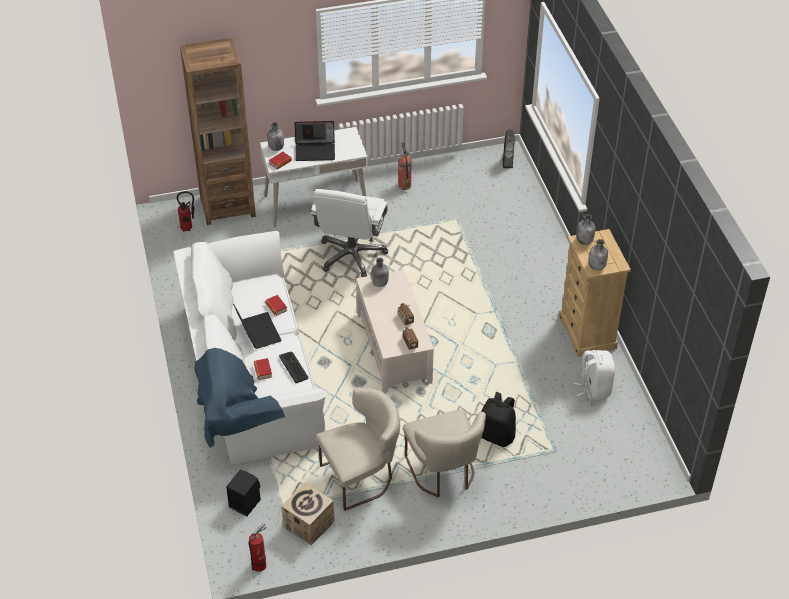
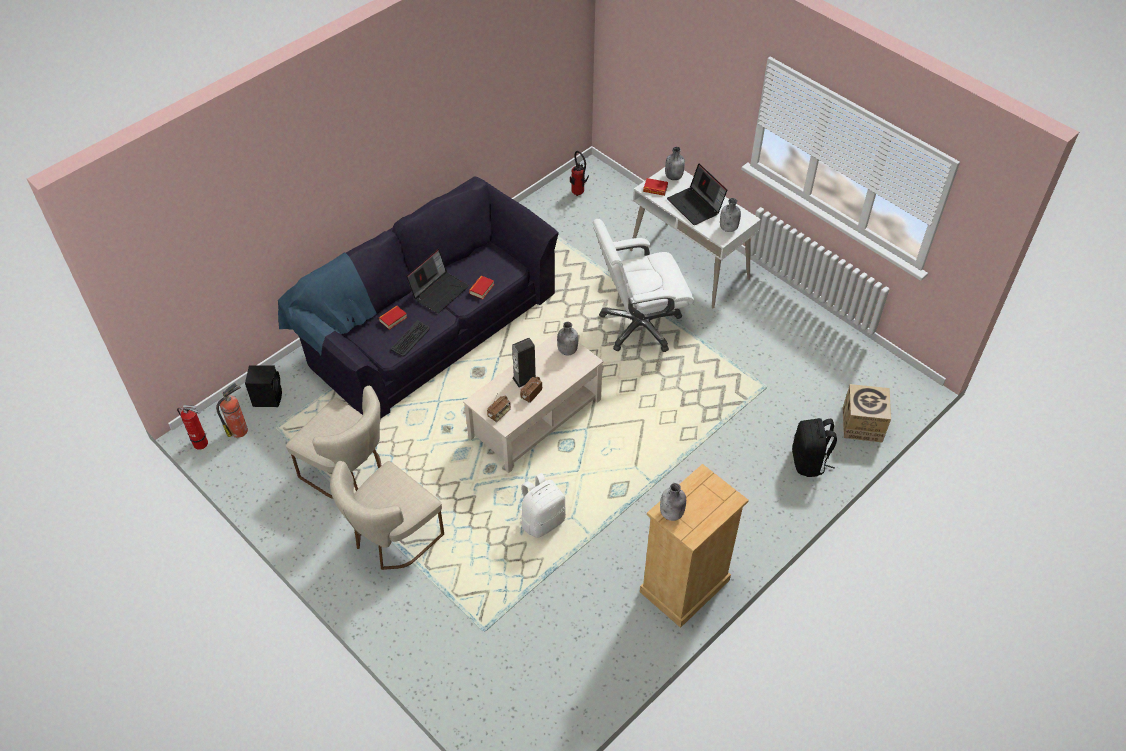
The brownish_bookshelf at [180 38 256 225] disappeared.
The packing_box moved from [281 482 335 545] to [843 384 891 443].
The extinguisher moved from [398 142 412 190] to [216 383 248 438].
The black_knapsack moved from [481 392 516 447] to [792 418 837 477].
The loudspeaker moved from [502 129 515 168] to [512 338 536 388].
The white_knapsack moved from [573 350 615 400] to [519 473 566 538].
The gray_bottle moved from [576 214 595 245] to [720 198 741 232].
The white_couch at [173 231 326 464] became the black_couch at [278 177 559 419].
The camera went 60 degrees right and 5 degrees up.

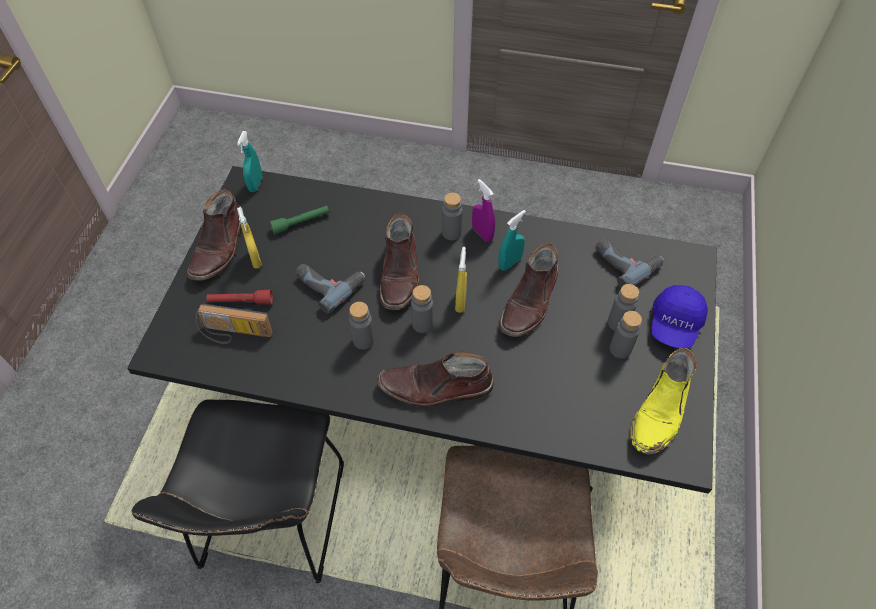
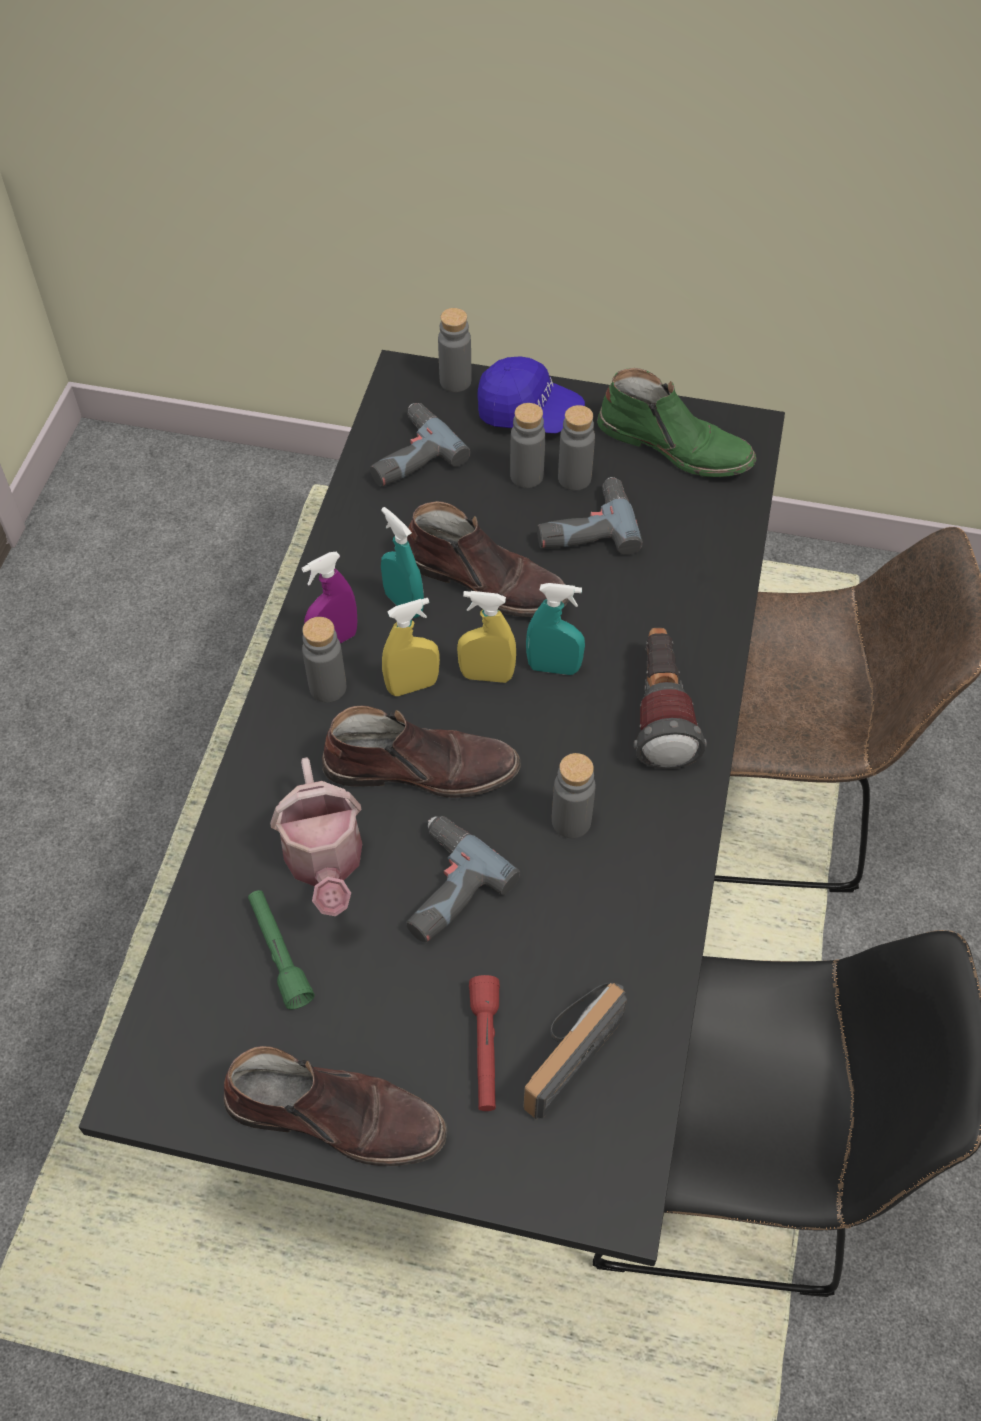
The sprinkling_can at [270 757 362 916] appeared.
The electric_drill at [537 477 643 555] appeared.
The blue-green_spray_bottle moved from [237 131 262 192] to [526 583 585 675].
The yellowish_spray_bottle moved from [237 207 262 269] to [382 598 440 696].
The gray_bottle moved from [411 285 433 333] to [438 308 471 392].
The brownish_high-top_boot at [377 352 494 407] was replaced by the flashlight at [634 628 707 769].
The yellowish_high-top_boot at [630 348 697 455] became the greenish_high-top_boot at [597 368 757 477].
The radio_set at [196 304 273 344] turned 150 degrees counterclockwise.
The camera went 90 degrees left and 0 degrees up.

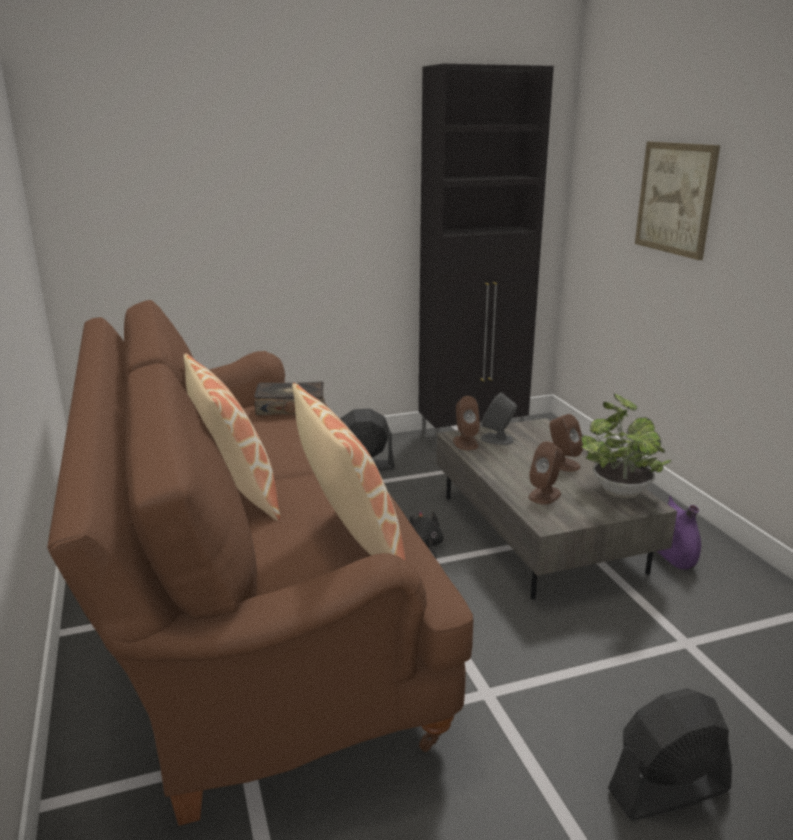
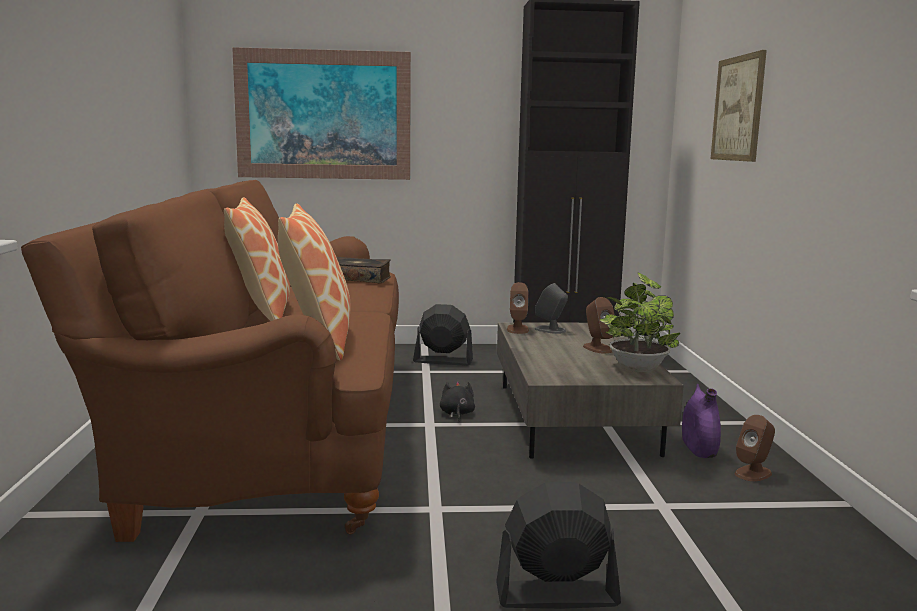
The wall_picture at [232 47 411 180] appeared.
The brownish_loudspeaker moved from [529 441 563 504] to [735 415 775 482].
The camera went 15 degrees right and 10 degrees down.

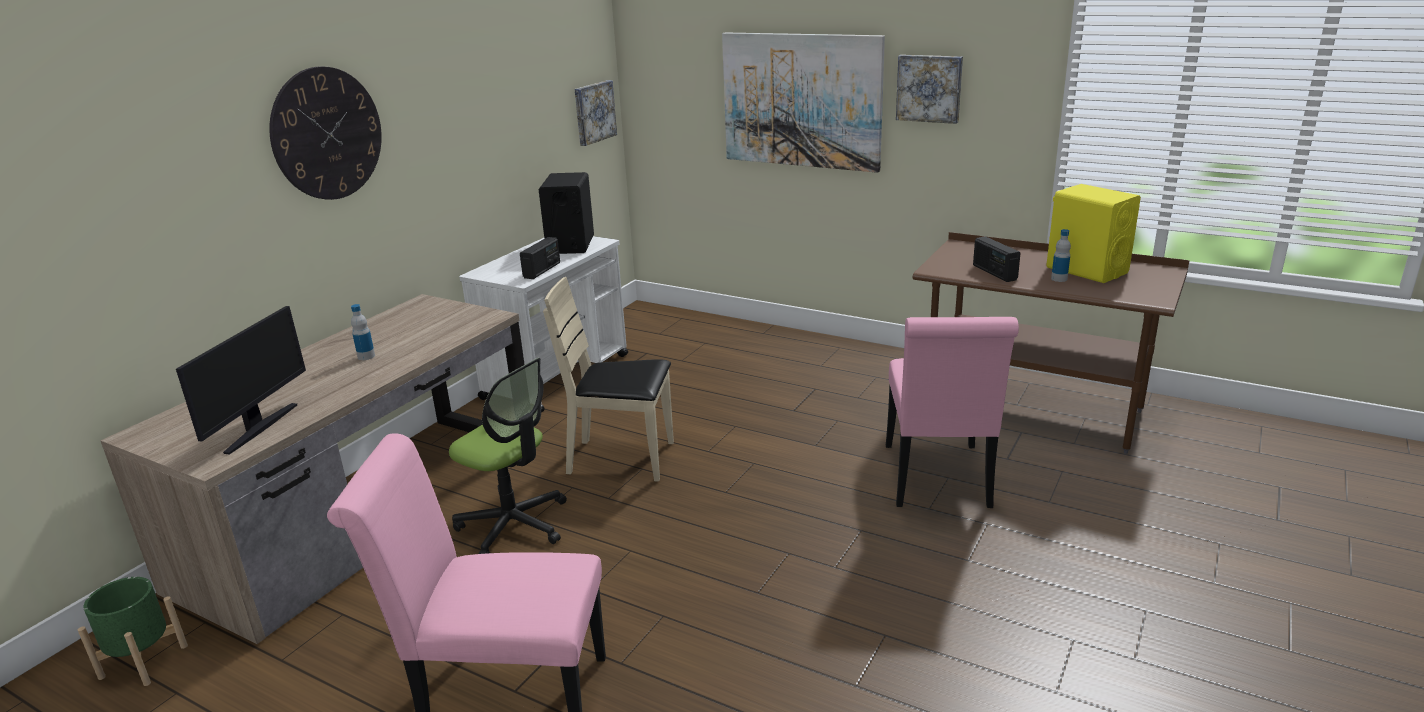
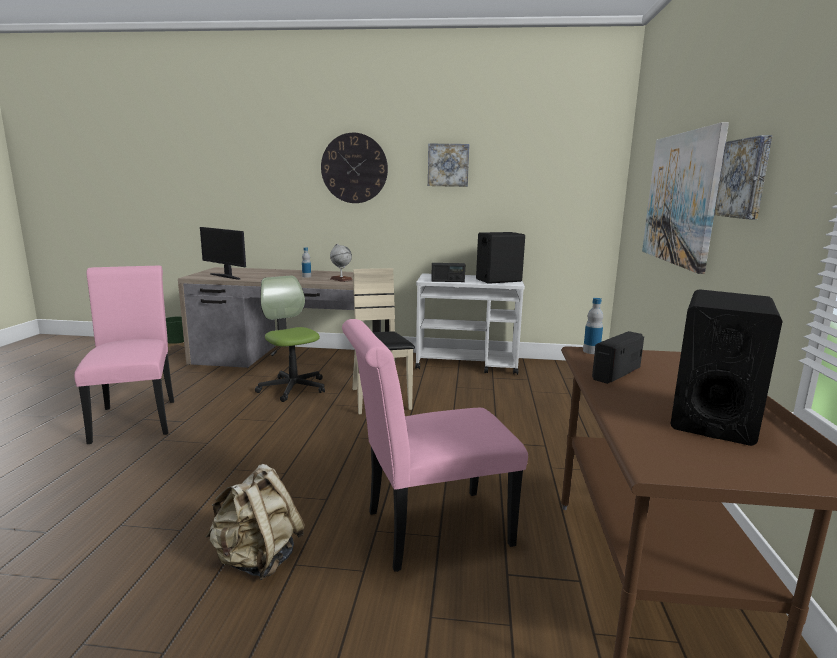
The sand-coloured_knapsack at [206 464 305 580] appeared.
The desk_globe at [330 244 353 282] appeared.
The wall_picture moved from [575 80 617 146] to [428 144 469 187].
The bottle moved from [1051 229 1071 282] to [583 298 603 354].
The yellowish_loudspeaker at [1046 184 1141 283] became the black_loudspeaker at [670 289 783 446].
The computer_display at [176 306 306 455] turned 45 degrees clockwise.
The computer_chair at [449 358 567 554] turned 135 degrees clockwise.
The camera went 65 degrees right and 10 degrees down.

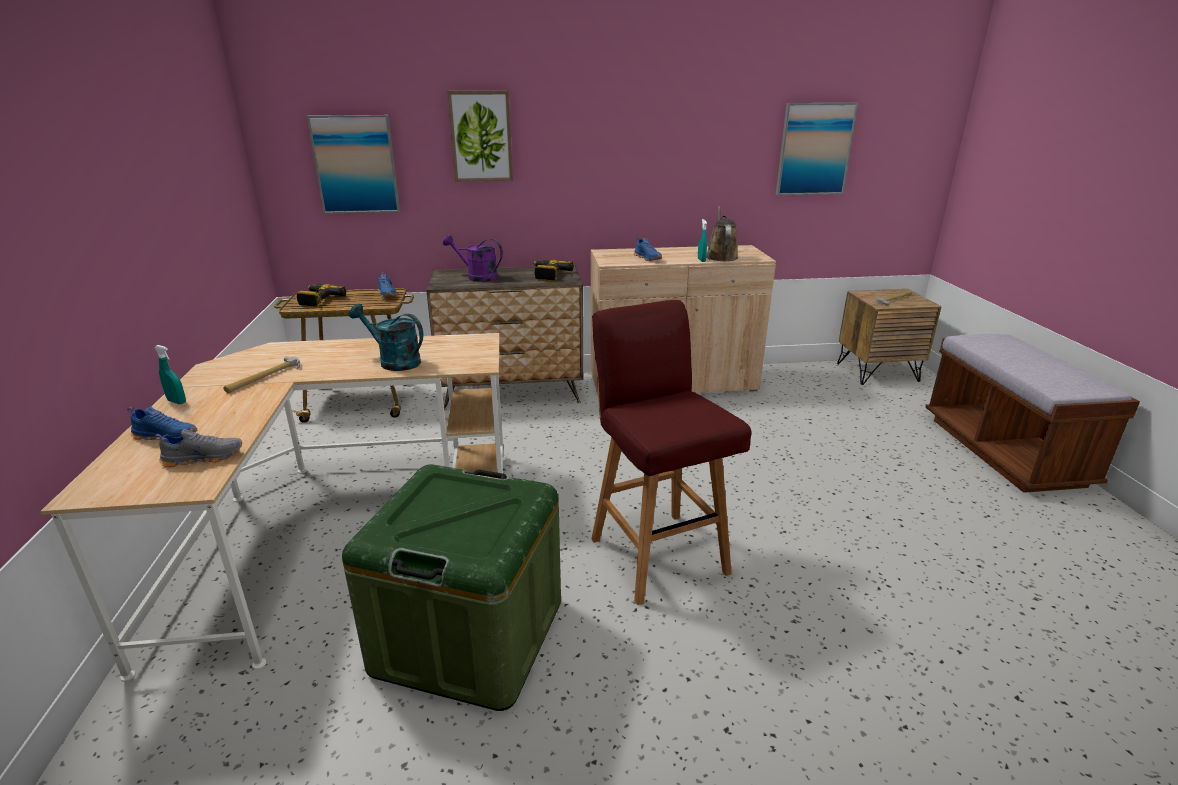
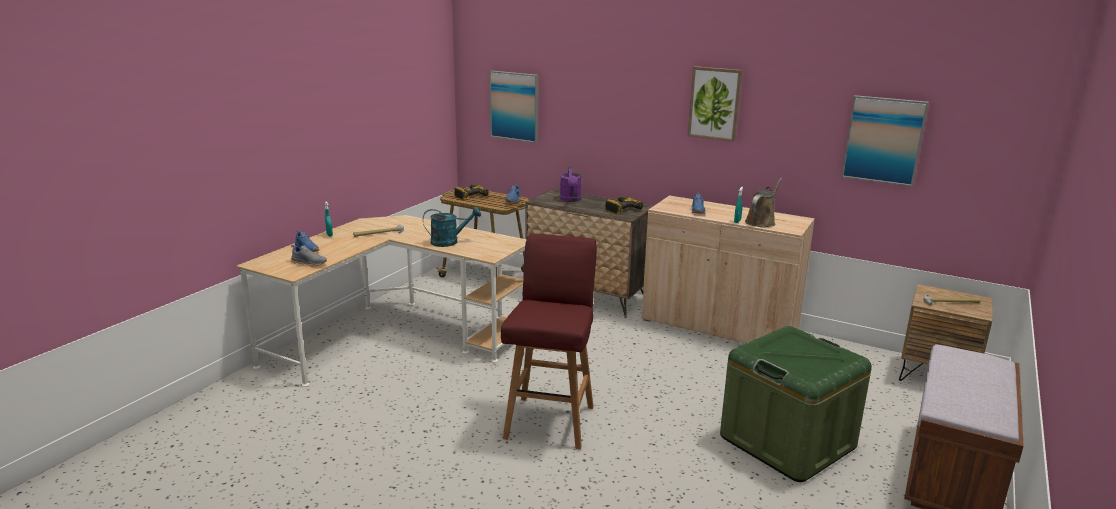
The greenish_storage_box moved from [342 464 561 711] to [720 326 872 482].
The wall_picture moved from [447 90 513 182] to [688 66 742 142].
The blue-green_sprinkling_can at [349 304 423 371] turned 105 degrees clockwise.
The purple_sprinkling_can at [443 234 503 282] turned 150 degrees counterclockwise.
The camera went 35 degrees right and 5 degrees down.

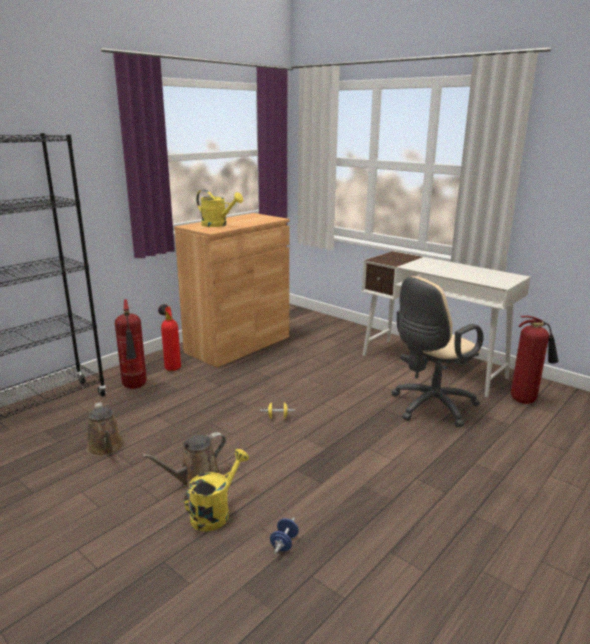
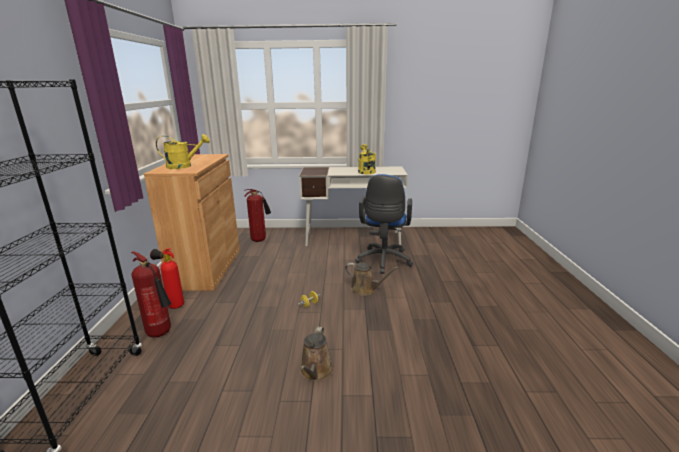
The bluish_free_weight at [270 517 299 554] disappeared.
The brownish_sprinkling_can moved from [86 402 125 457] to [345 263 399 296].
The yellowish_sprinkling_can moved from [184 449 249 532] to [358 144 376 174].
The extinguisher moved from [511 316 558 404] to [245 189 271 242].
The sand-coloured_computer_chair at [391 276 484 427] became the bluish_computer_chair at [355 174 413 274].
The camera went 40 degrees left and 0 degrees up.

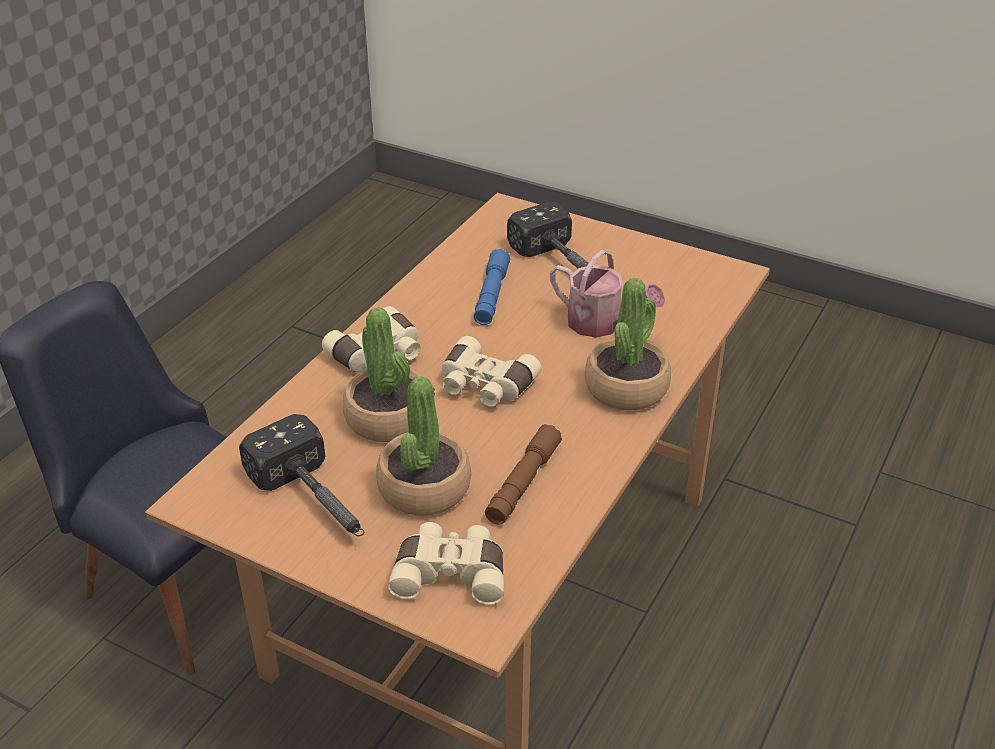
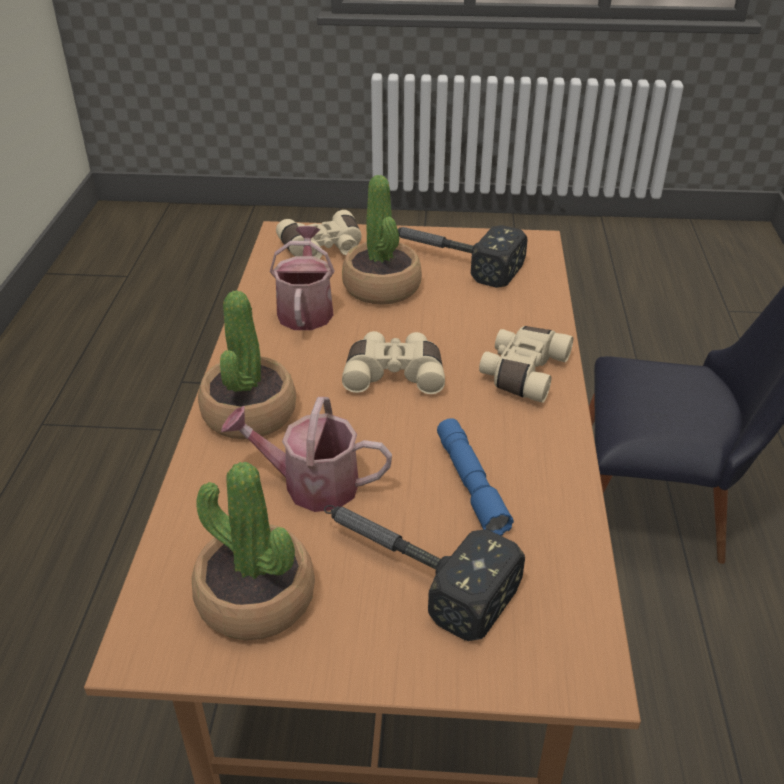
The potted_plant moved from [343 307 421 442] to [192 462 315 640].
The brownish_flashlight at [485 424 562 525] was replaced by the sprinkling_can at [270 226 334 330].
The camera went 155 degrees right and 0 degrees up.

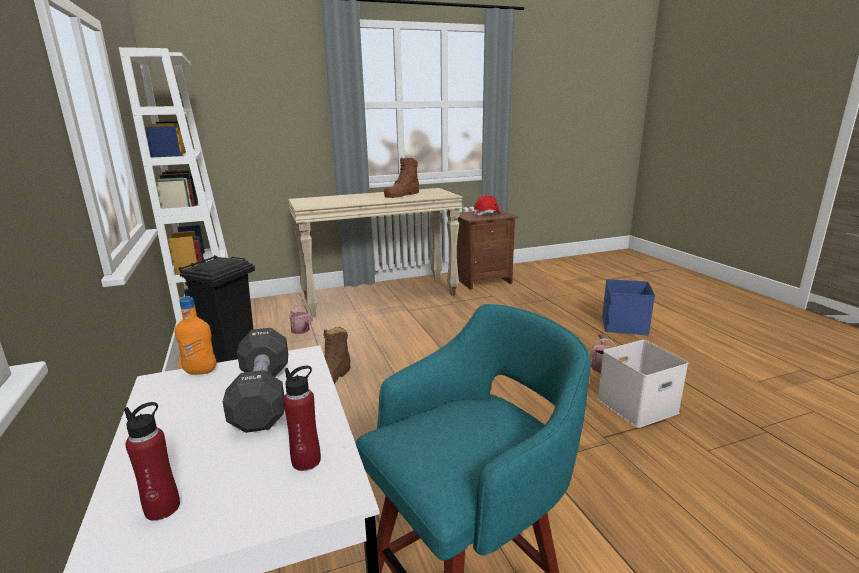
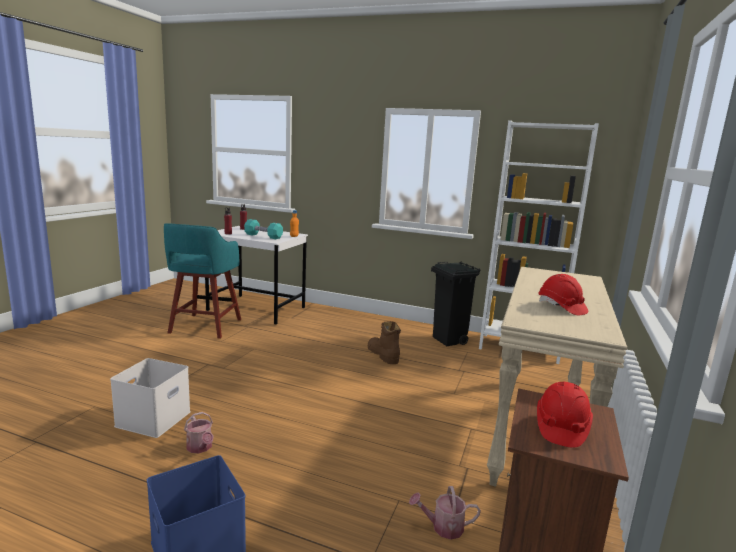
The sprinkling_can moved from [289 305 313 334] to [409 486 481 539].
The brownish_high-top_boot at [384 157 419 198] was replaced by the reddish_safety_helmet at [539 274 588 315].
The black_free_weight at [223 328 288 433] became the blue-green_free_weight at [244 219 283 239].
The camera went 130 degrees right and 5 degrees down.

